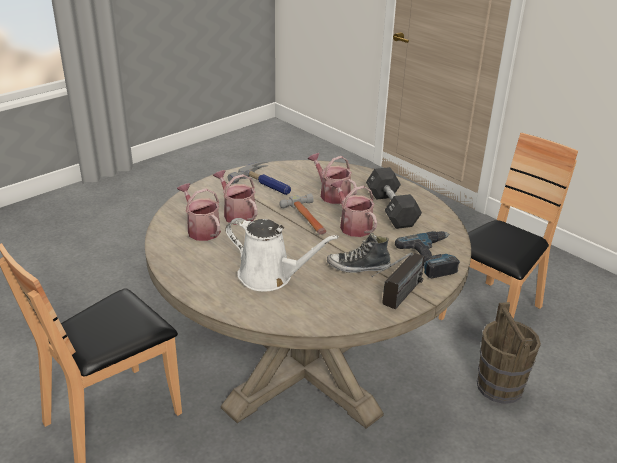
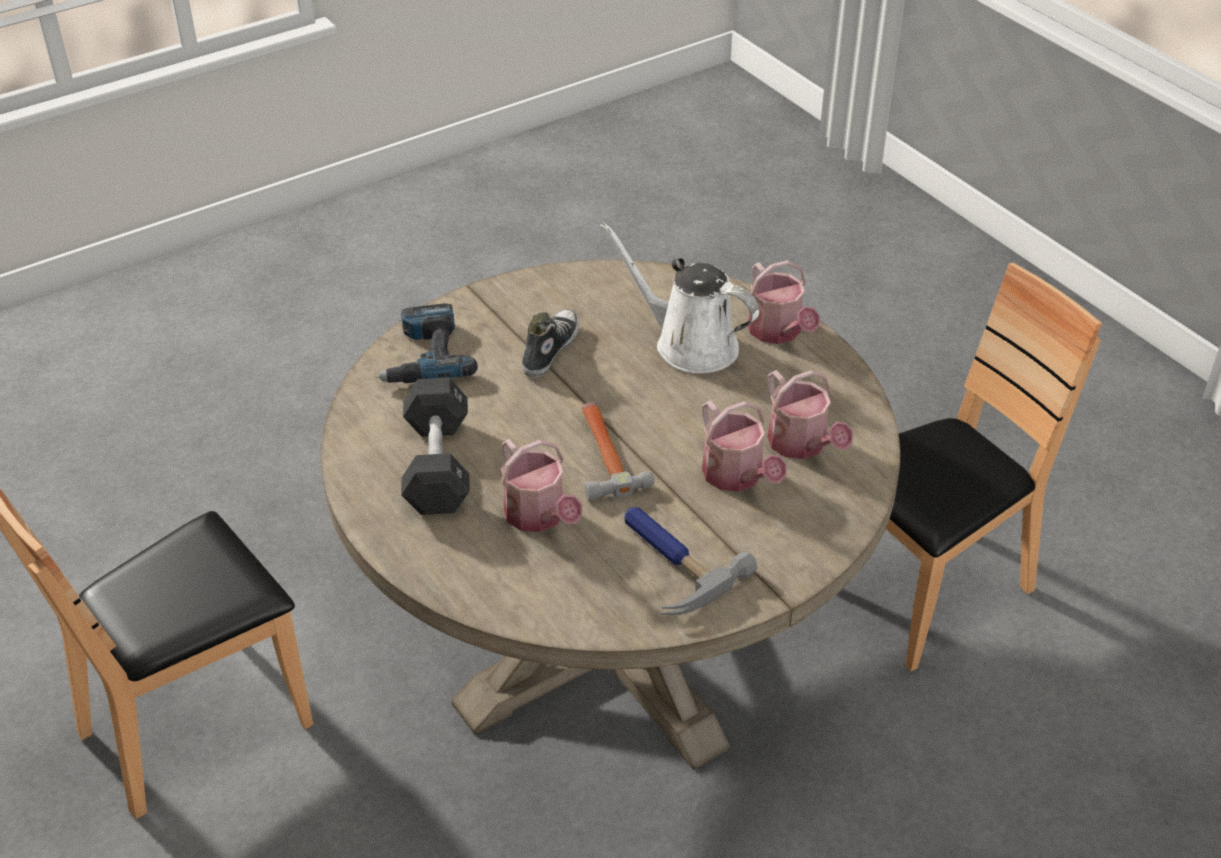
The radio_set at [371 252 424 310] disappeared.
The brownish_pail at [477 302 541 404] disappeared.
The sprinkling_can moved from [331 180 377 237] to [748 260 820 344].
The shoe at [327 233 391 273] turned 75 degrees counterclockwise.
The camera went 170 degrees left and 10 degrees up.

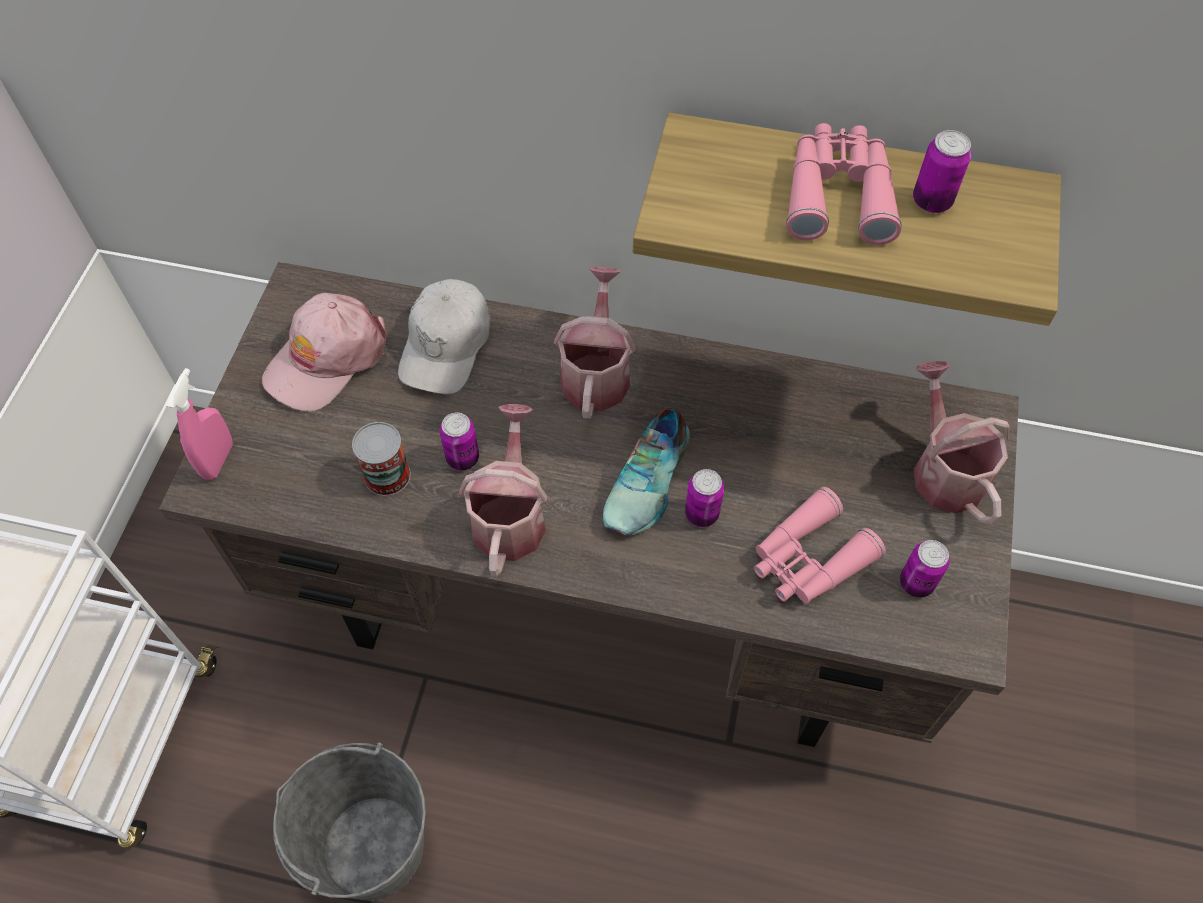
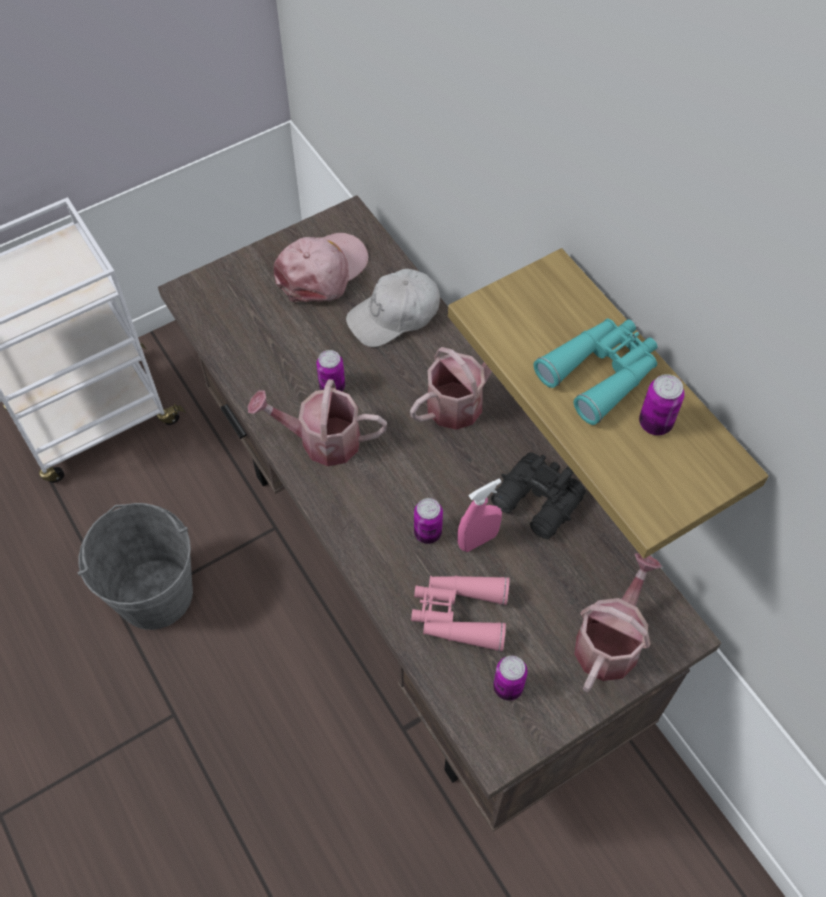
The metal_can at [352 422 411 496] disappeared.
The shoe at [603 407 690 536] disappeared.
The black_field_glasses at [491 452 586 539] appeared.
The pinkish_spray_bottle moved from [166 368 233 480] to [457 479 502 552].
The pinkish_field_glasses at [786 123 902 245] became the blue-green_field_glasses at [534 319 658 425].
The pinkish_baseball_cap at [262 293 386 411] turned 135 degrees clockwise.
The sprinkling_can at [459 404 547 576] turned 135 degrees counterclockwise.
The camera went 45 degrees right and 0 degrees up.

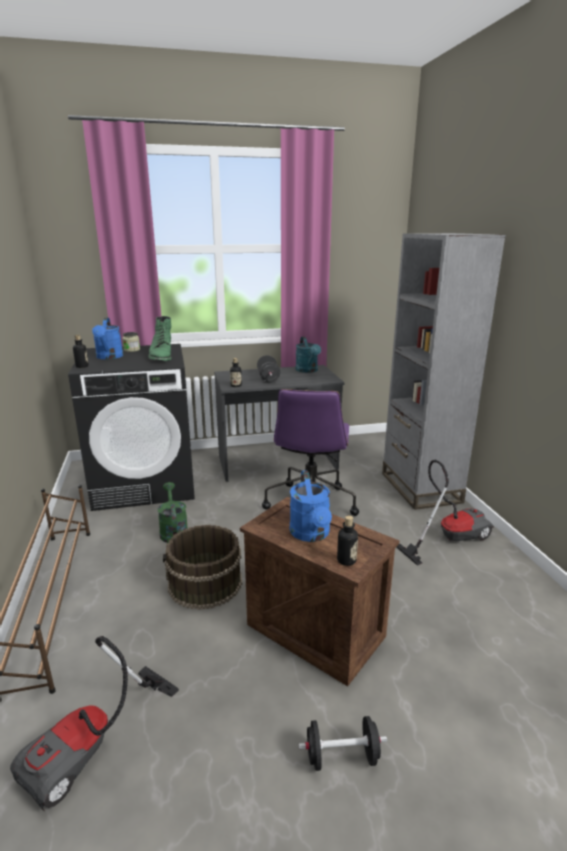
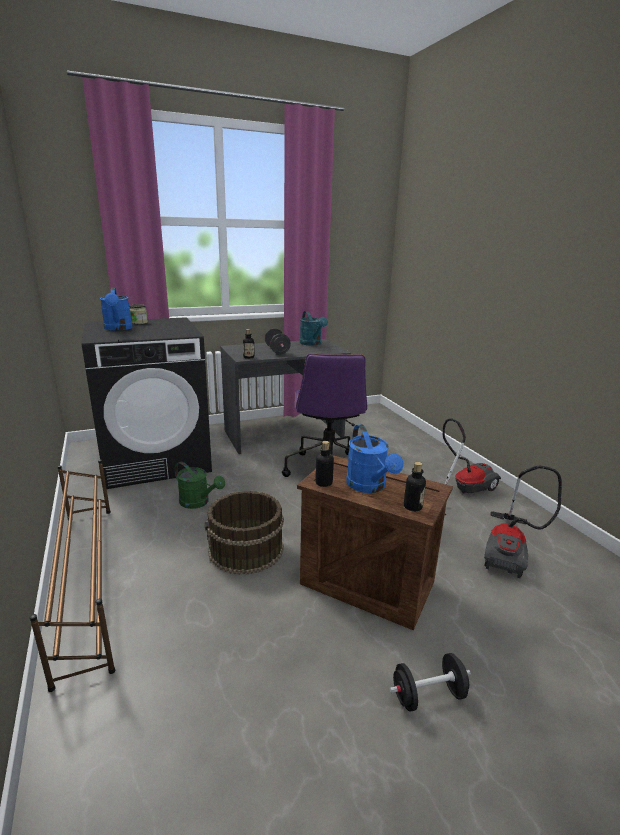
The greenish_high-top_boot at [148 316 172 361] disappeared.
The gray_bookshelf at [382 233 506 510] disappeared.
The vacuum_cleaner moved from [10 636 179 811] to [484 466 562 578].
The bottle moved from [73 334 89 368] to [315 441 334 487].
The greenish_sprinkling_can at [158 482 188 543] turned 150 degrees clockwise.
The camera went 10 degrees left and 0 degrees up.

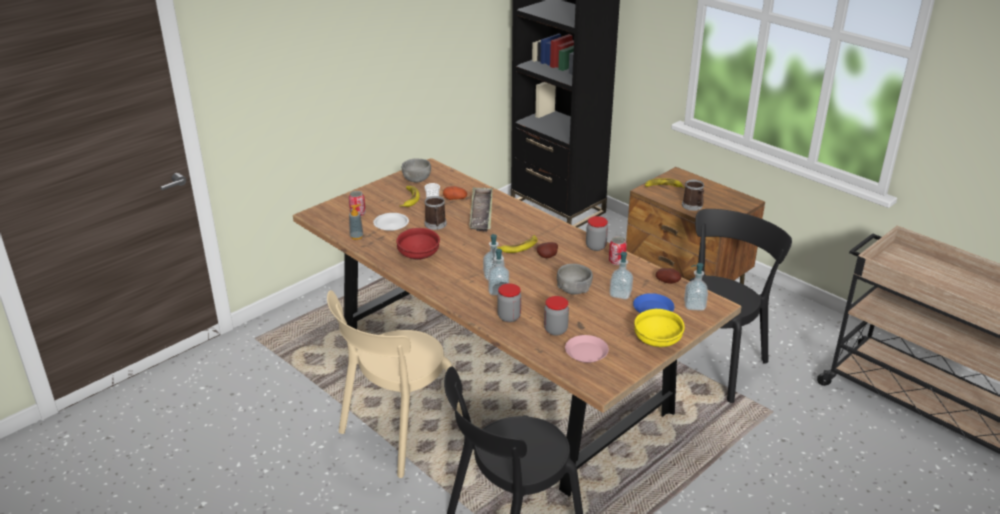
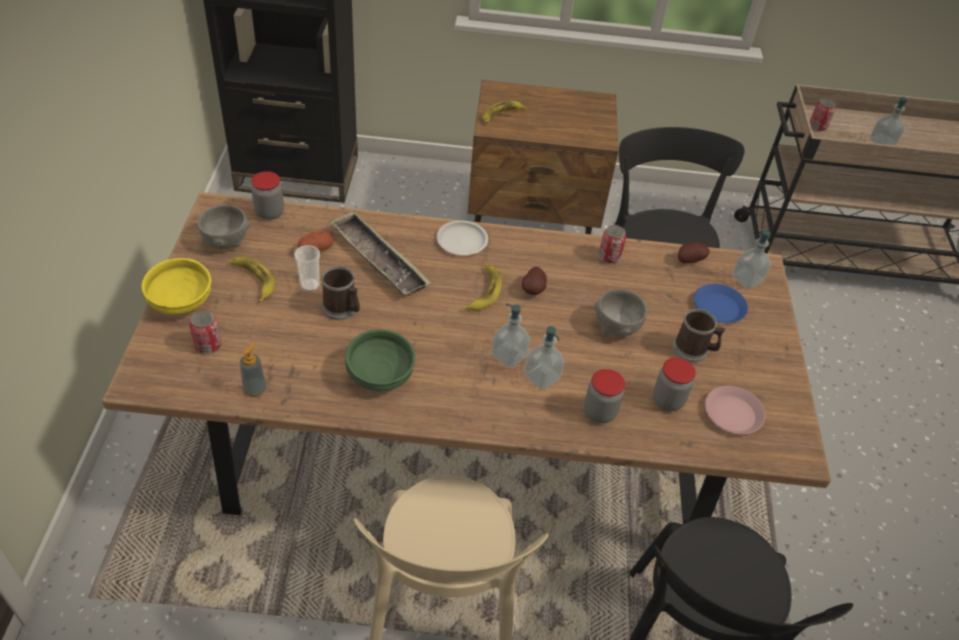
The metal_can at [810 98 836 131] appeared.
The white_plate moved from [373 213 409 231] to [437 220 488 255].
The jar moved from [586 216 608 251] to [251 171 284 220].
The soap_dispenser moved from [609 252 633 299] to [870 97 907 146].
The yellowish_serving_bowl moved from [634 309 685 347] to [141 258 211 315].
The tea_mug moved from [682 180 704 211] to [672 309 725 363].
The reddish_serving_bowl at [396 228 440 260] became the greenish_serving_bowl at [345 329 415 391].
The camera went 45 degrees left and 15 degrees up.

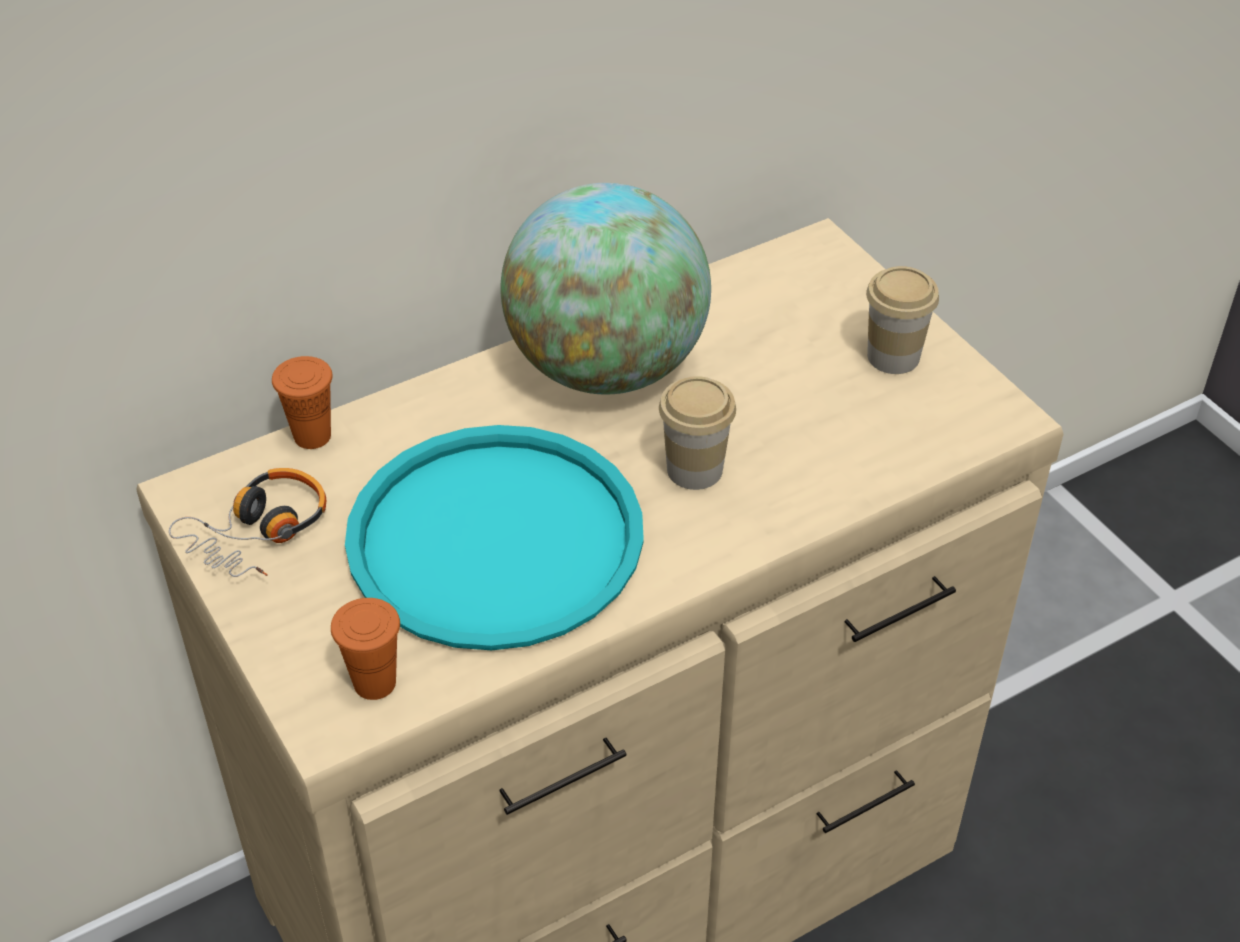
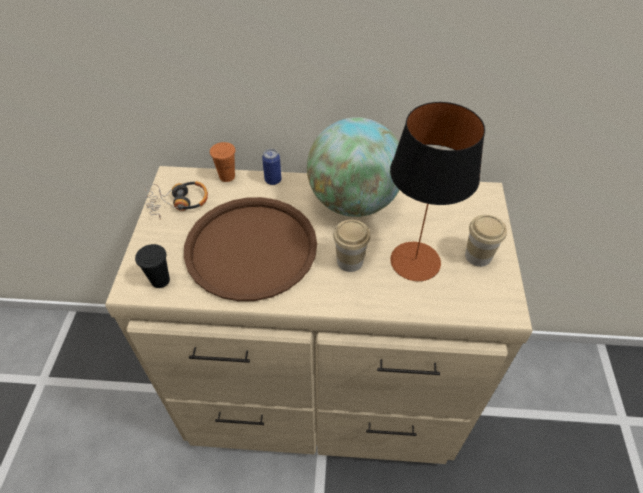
The metal_can at [262 149 281 185] appeared.
The table_lamp at [390 102 485 281] appeared.
The orangey_cup at [331 598 400 700] became the black_cup at [135 244 170 288].
The blue-green_carrying_tray at [345 425 644 650] became the brownish_carrying_tray at [184 197 317 301].
The camera went 35 degrees right and 5 degrees up.

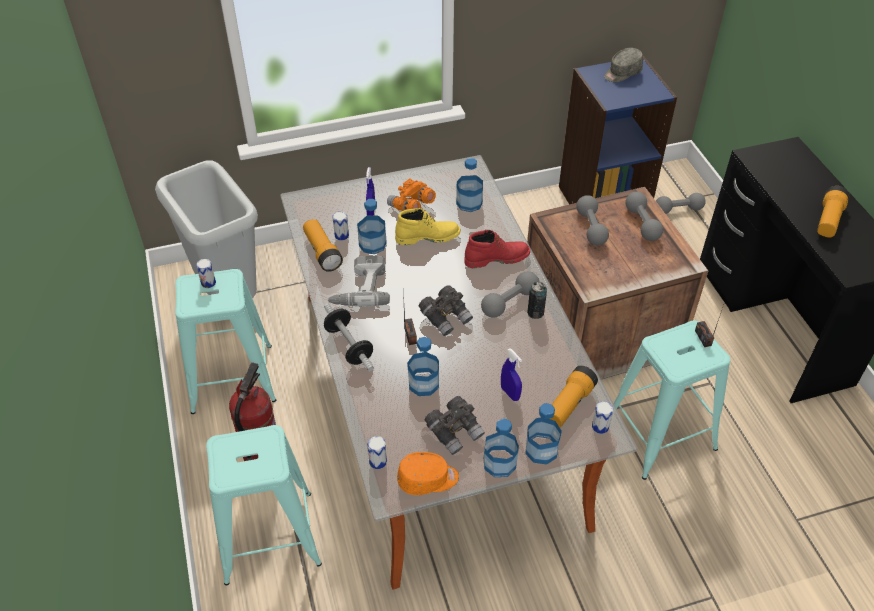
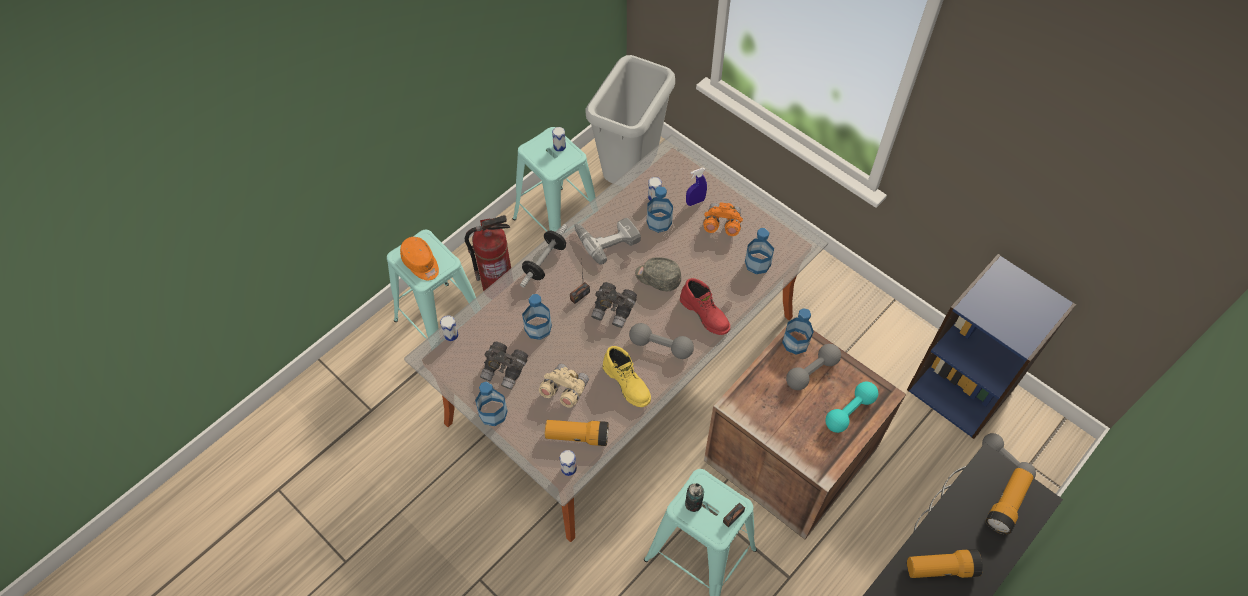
The flashlight moved from [303 219 343 272] to [986 468 1033 535].
The yellowish_high-top_boot moved from [395 208 461 245] to [603 346 651 407].
The orangey_baseball_cap moved from [397 452 459 495] to [400 237 439 280].
The bottle moved from [525 403 562 465] to [782 308 814 355].
The metal_can moved from [527 282 547 319] to [685 483 704 512].
The gray_baseball_cap moved from [604 48 643 82] to [635 257 681 292].
The bluish_spray_bottle at [501 348 522 401] was replaced by the sand-coloured_field_glasses at [539 364 589 408].
The gray_free_weight at [625 192 663 241] became the blue-green_free_weight at [825 382 878 433].
The camera went 60 degrees right and 10 degrees up.

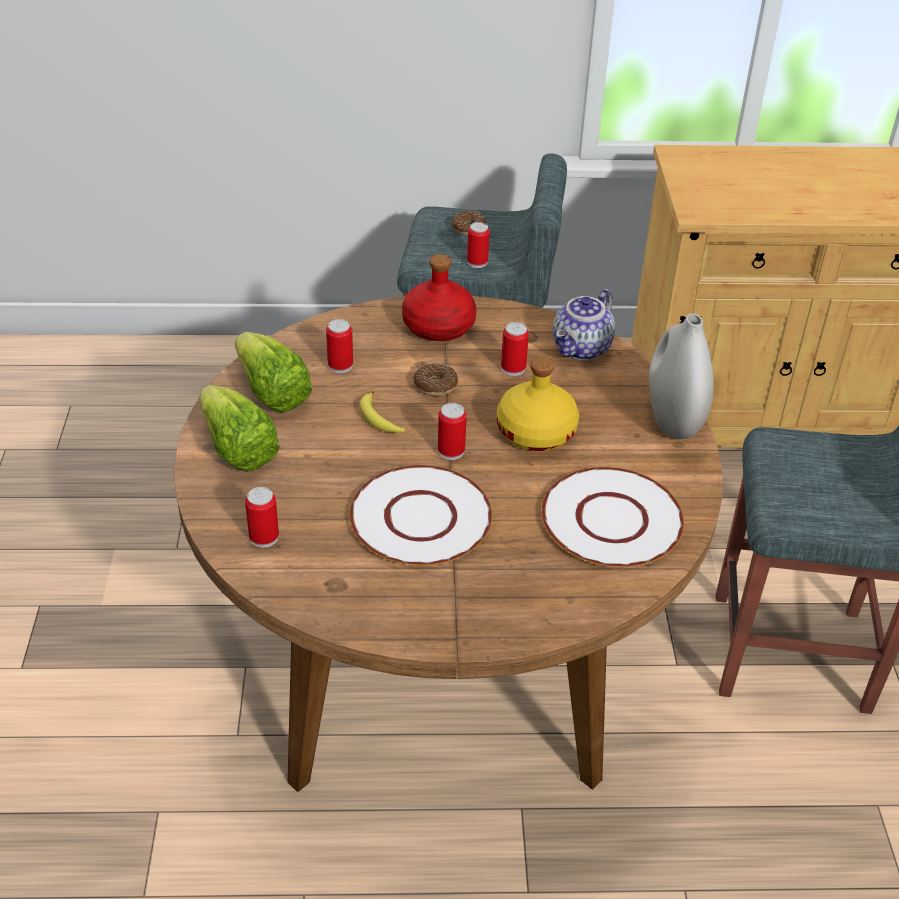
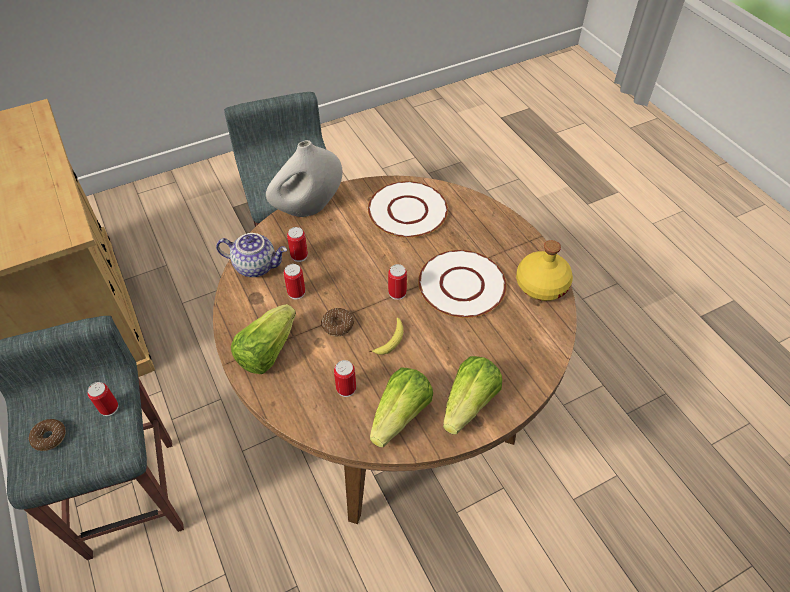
The metal_can moved from [245 487 279 548] to [287 227 308 262].
The yellowish_bottle moved from [497 357 579 451] to [516 240 573 301].
The reddish_bottle at [402 254 477 341] was replaced by the lettuce_head at [231 304 296 374].
The camera went 115 degrees left and 10 degrees up.

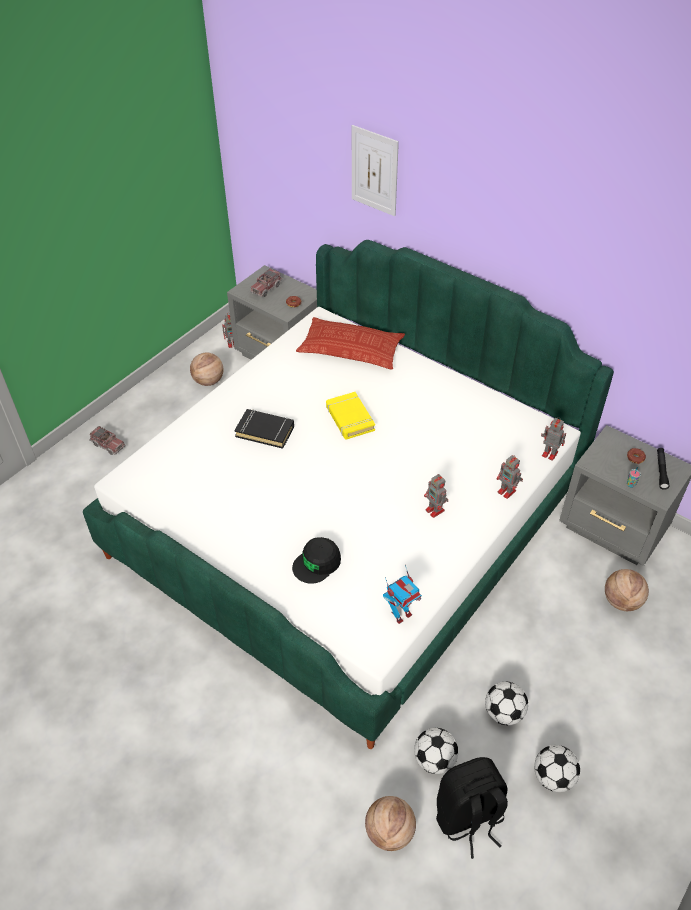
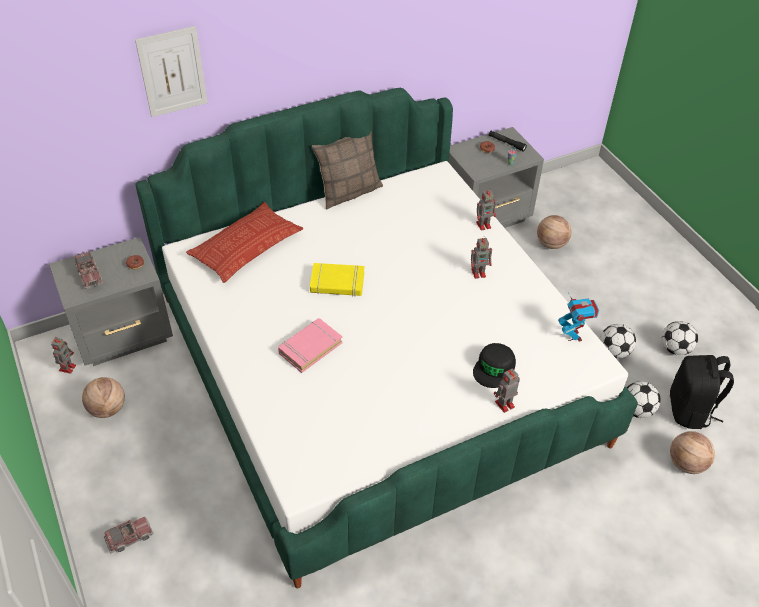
The throw_pillow at [312 130 383 210] appeared.
The model_robot moved from [541 417 566 461] to [494 368 520 413].
The black_volume at [234 409 294 449] became the pinkish_volume at [278 318 343 373].
The black_baseball_cap at [292 537 341 584] turned 45 degrees clockwise.
The camera went 65 degrees left and 0 degrees up.

